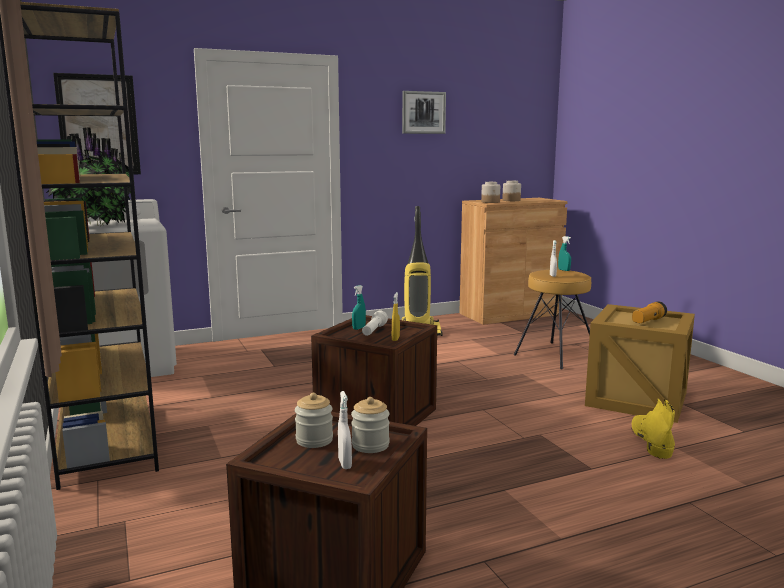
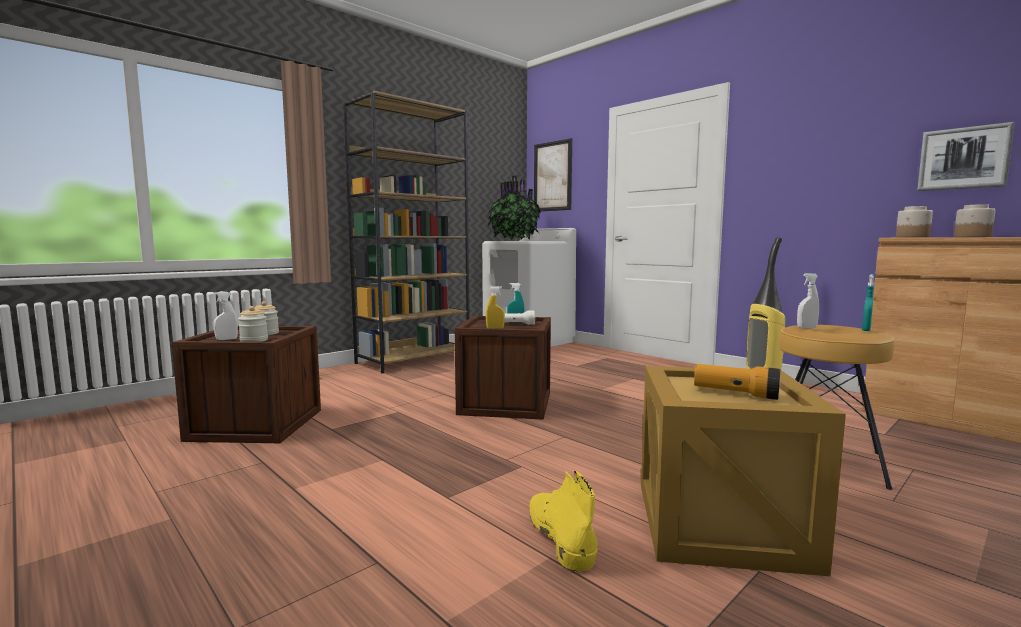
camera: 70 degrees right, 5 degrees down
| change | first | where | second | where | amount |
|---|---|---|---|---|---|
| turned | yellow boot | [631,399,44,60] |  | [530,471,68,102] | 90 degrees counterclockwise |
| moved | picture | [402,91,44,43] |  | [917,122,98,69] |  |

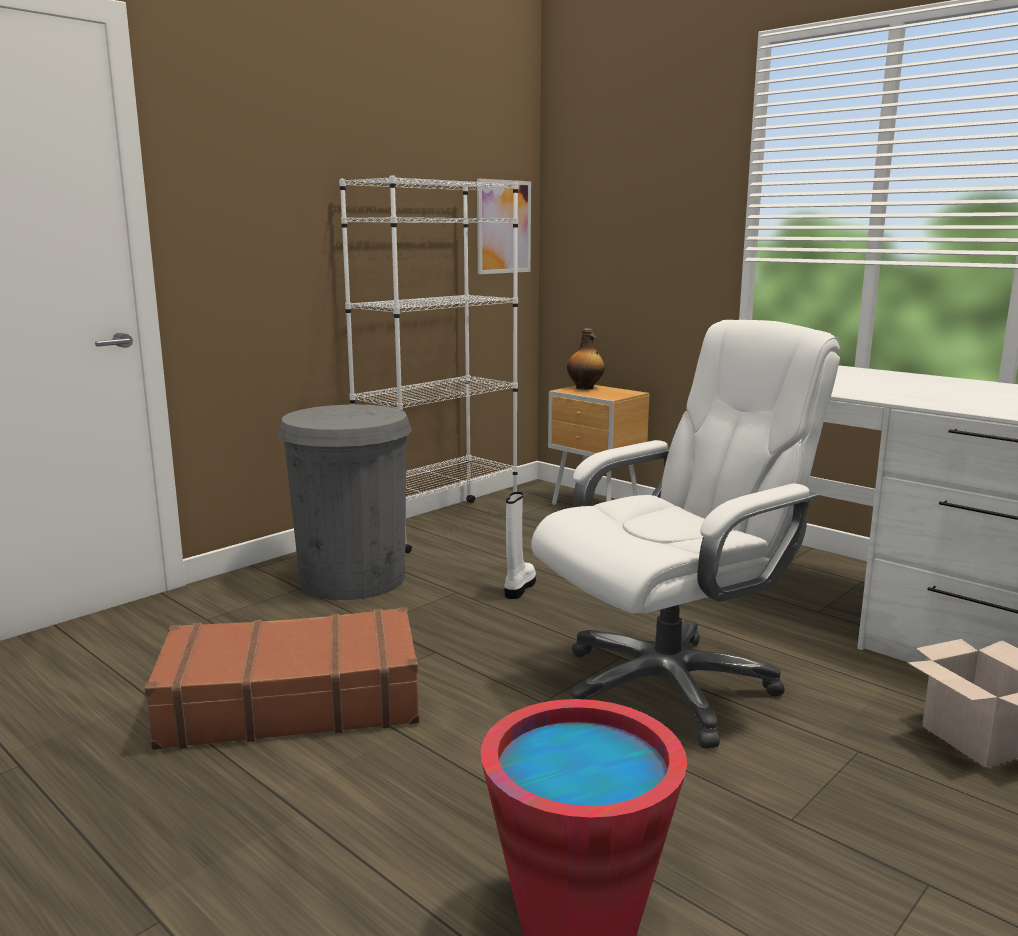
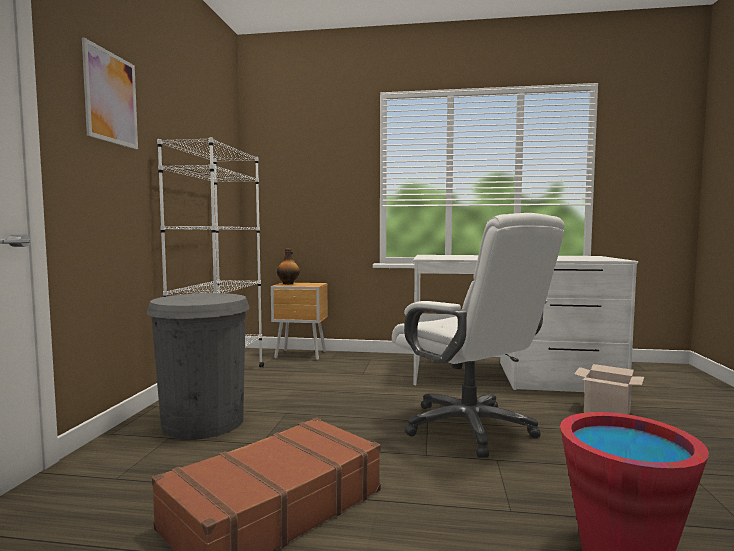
camera: 35 degrees left, 10 degrees down
| change | first | where | second | where | amount |
|---|---|---|---|---|---|
| moved | picture | [477,178,54,96] |  | [82,37,56,112] |  |
| turned | white office chair | [531,320,310,429] |  | [392,213,173,245] | 120 degrees clockwise |
| removed | white boot | [504,492,32,107] |  |  |  |

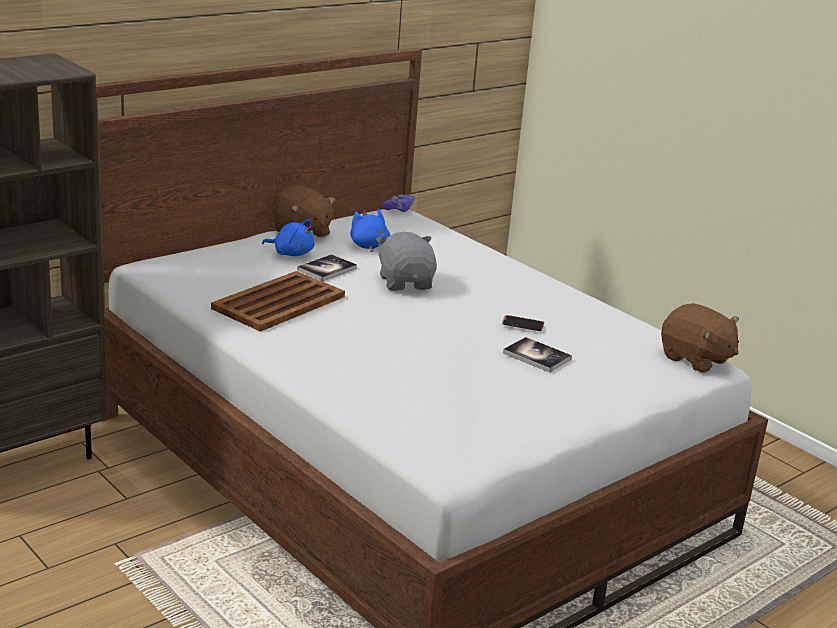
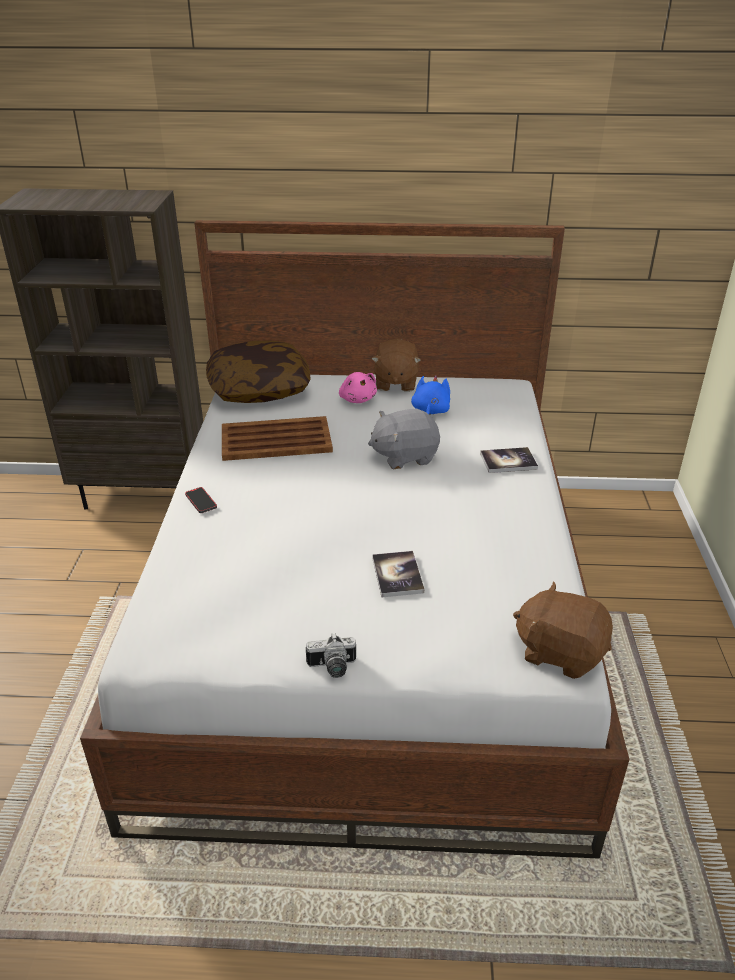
camera: 45 degrees right, 10 degrees up
| change | first | where | second | where | amount |
|---|---|---|---|---|---|
| moved | phone | [502,315,42,16] |  | [185,487,32,26] |  |
| added |  |  | pillow | [206,340,104,63] |  |
| added |  |  | photo camera | [306,633,50,45] |  |
| recoloured | blue plush toy | [262,220,52,36] | pink plush toy | [339,372,38,31] |  |
| turned | grey plush toy | [376,232,61,59] |  | [368,409,72,60] | 135 degrees counterclockwise |
| moved | book | [297,254,60,27] |  | [480,447,58,26] |  |
| turned | brown plush toy | [661,303,78,70] |  | [513,582,100,97] | 120 degrees clockwise |
| removed | purple game controller | [382,194,33,18] |  |  |  |

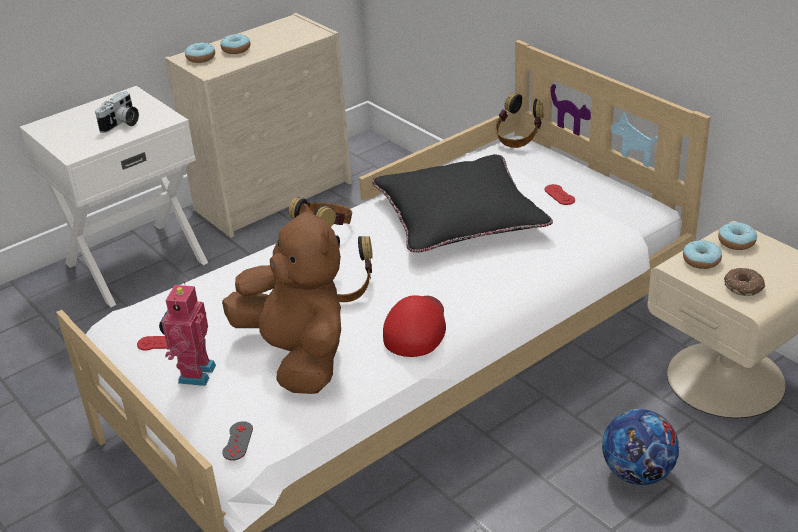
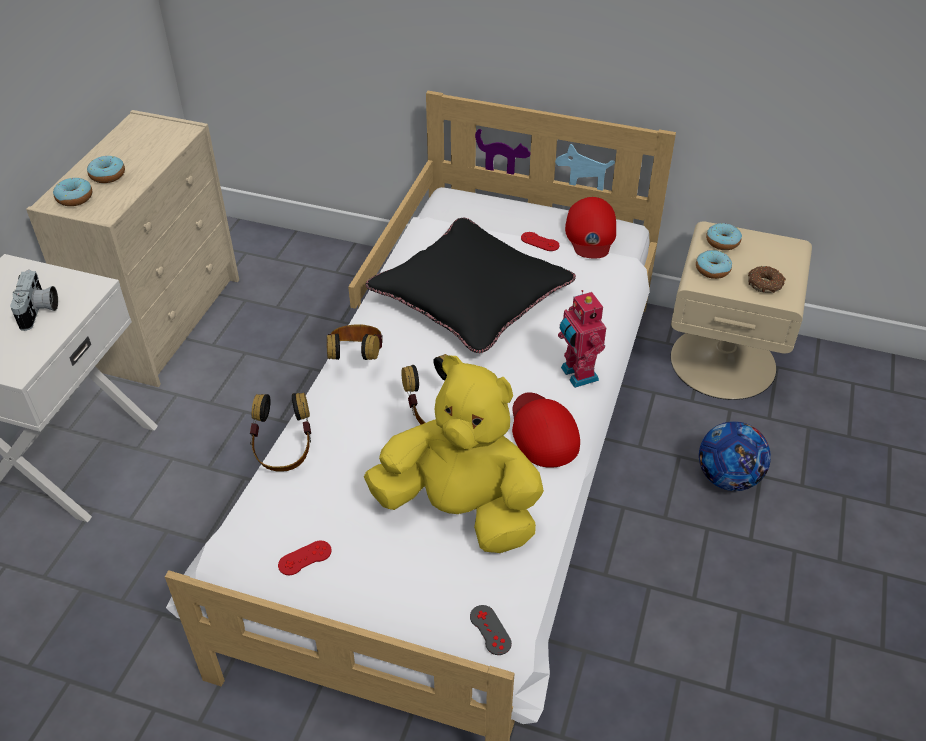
camera: 35 degrees left, 10 degrees up
| change | first | where | second | where | amount |
|---|---|---|---|---|---|
| moved | headphones | [496,93,48,55] |  | [250,393,61,79] |  |
| recoloured | brown plush toy | [222,203,119,191] | yellow plush toy | [364,356,180,197] |  |
| moved | toy robot | [159,281,57,105] |  | [558,290,48,98] |  |
| added |  |  | red cap | [565,197,51,61] |  |

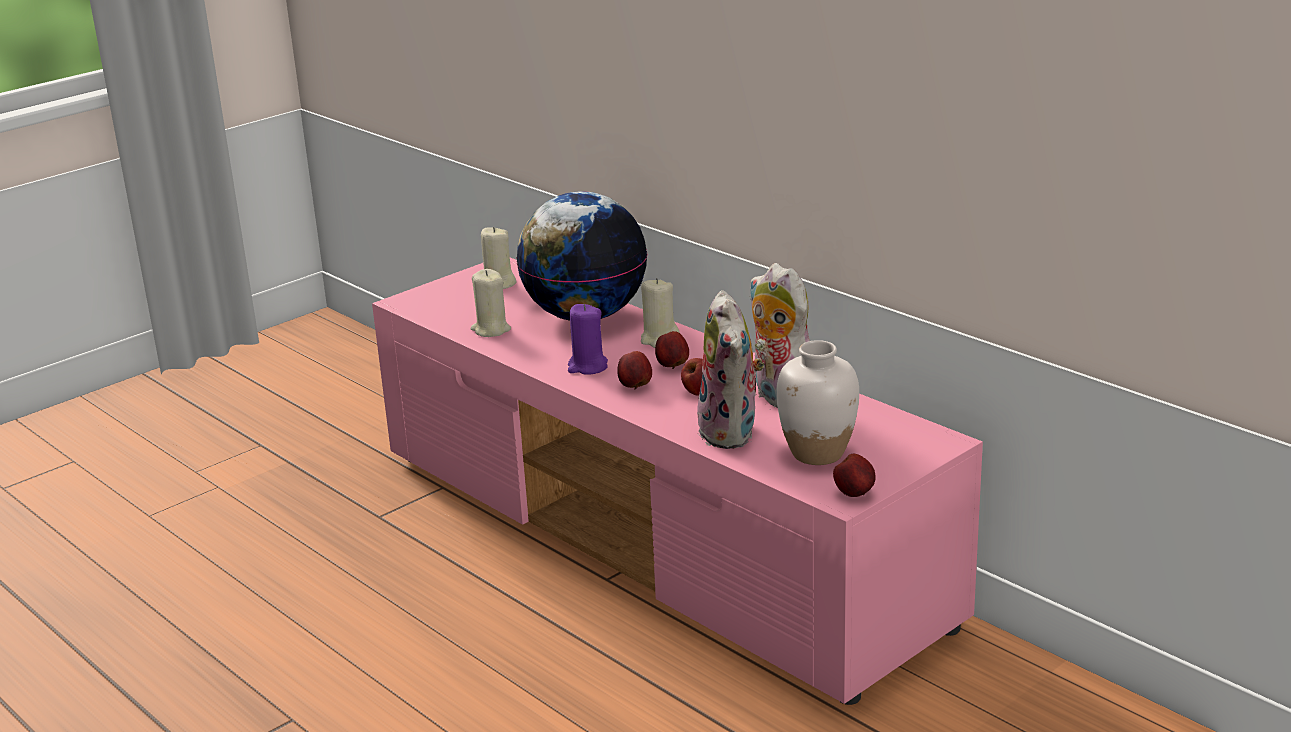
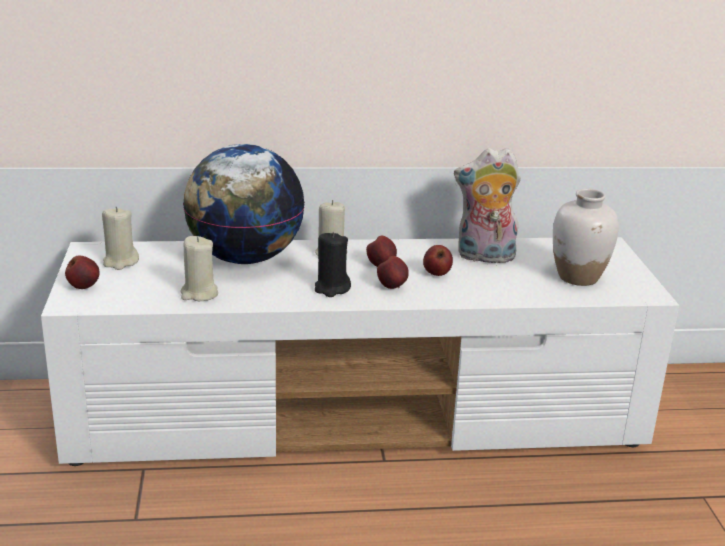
camera: 55 degrees left, 0 degrees up
| change | first | where | second | where | amount |
|---|---|---|---|---|---|
| recoloured | pink tv stand | [372,258,611,447] | white tv stand | [41,237,638,229] |  |
| moved | apple | [833,454,43,43] |  | [65,255,34,34] |  |
| recoloured | purple candle | [568,304,40,71] | black candle | [315,232,36,65] |  |
| removed | plush toy | [697,290,67,159] |  |  |  |

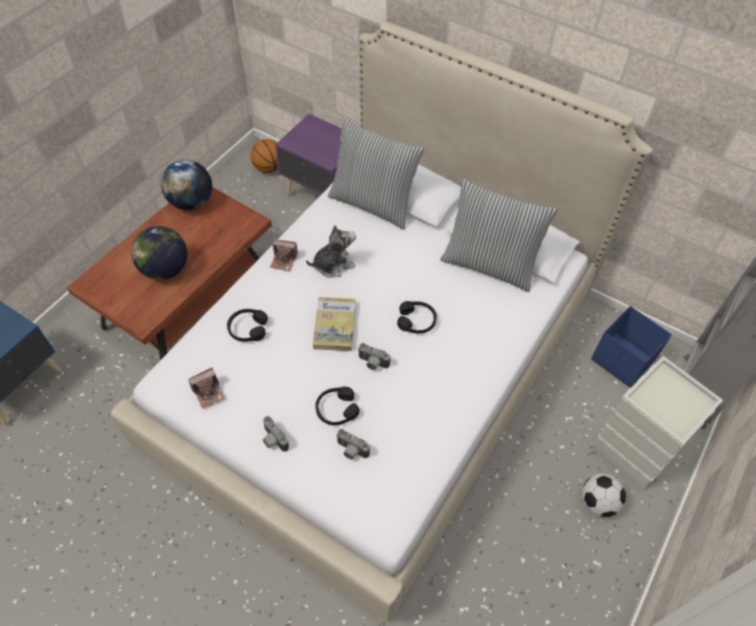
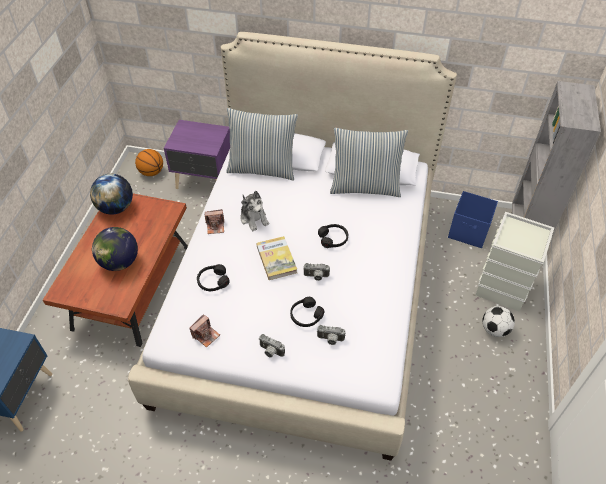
camera: 20 degrees left, 5 degrees down
| change | first | where | second | where | amount |
|---|---|---|---|---|---|
| turned | plush toy | [306,225,50,53] |  | [240,191,29,41] | 105 degrees clockwise |

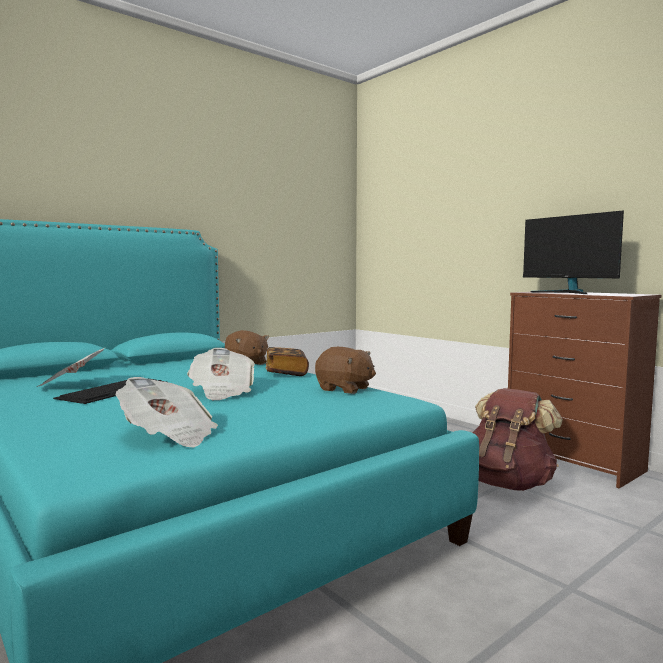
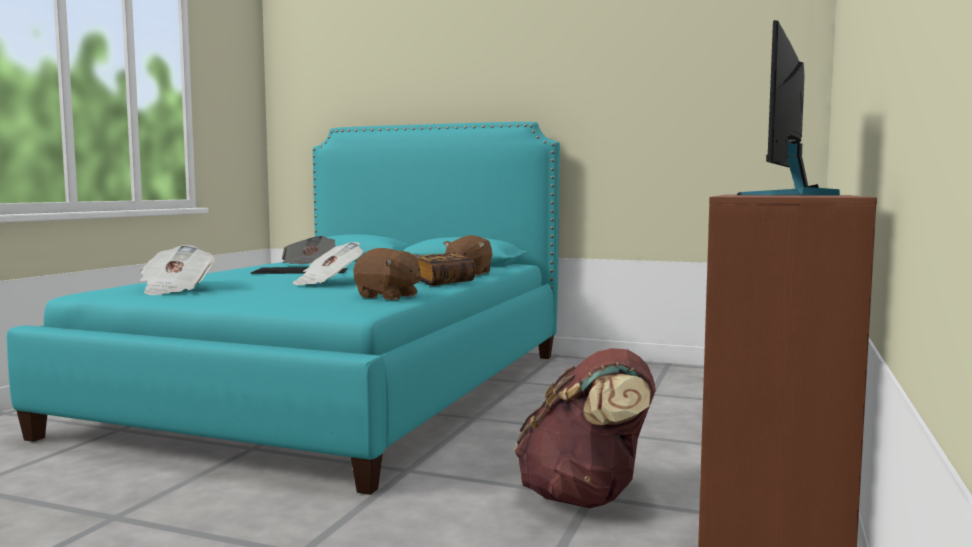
camera: 60 degrees right, 0 degrees up
| change | first | where | second | where | amount |
|---|---|---|---|---|---|
| turned | brown plush toy | [315,347,61,47] |  | [353,248,68,52] | 60 degrees counterclockwise |

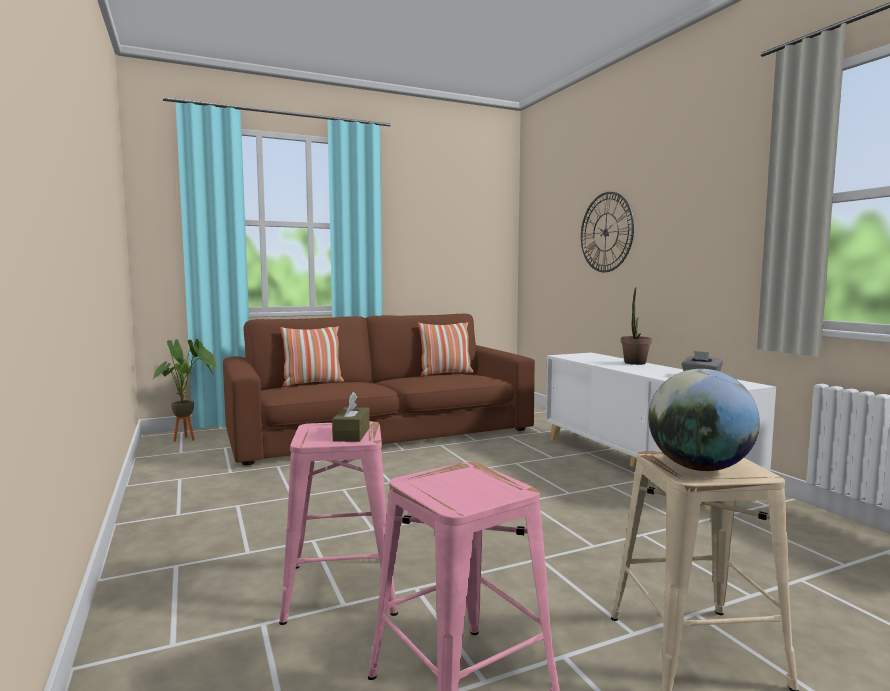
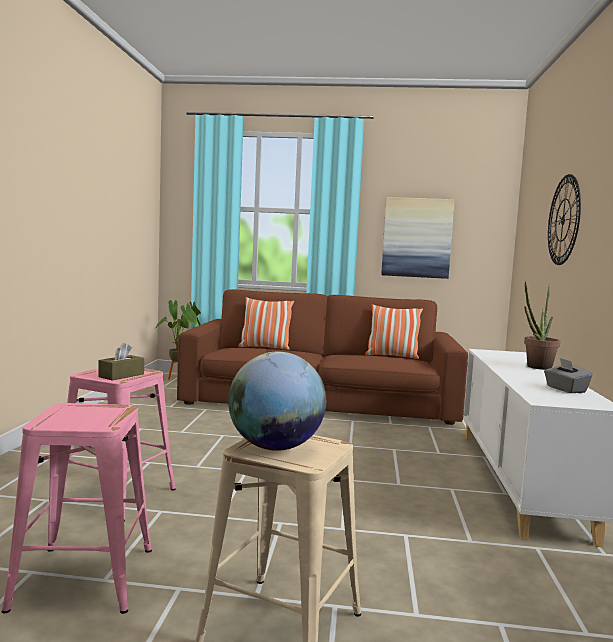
camera: 30 degrees right, 0 degrees up
| change | first | where | second | where | amount |
|---|---|---|---|---|---|
| added |  |  | picture | [381,197,73,82] |  |

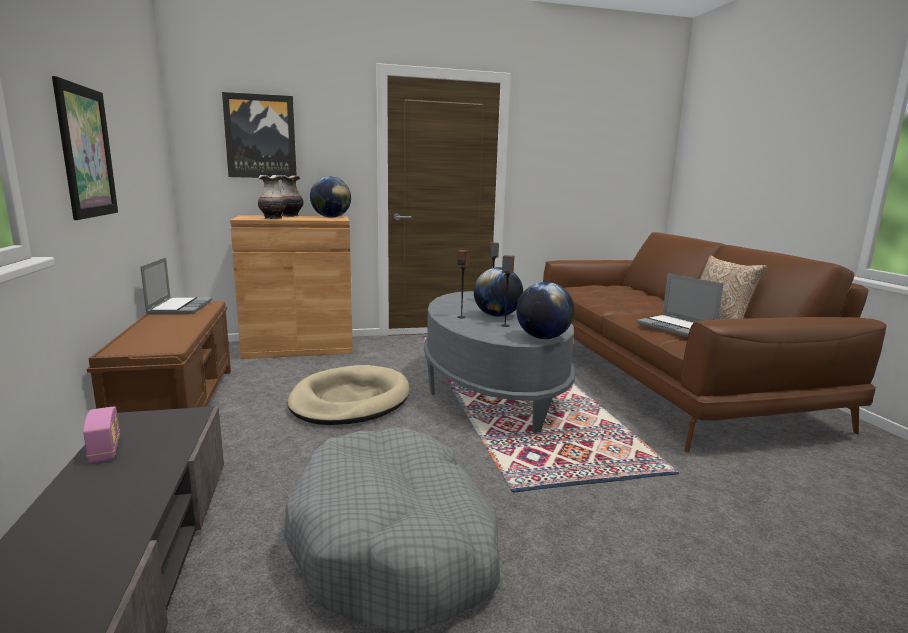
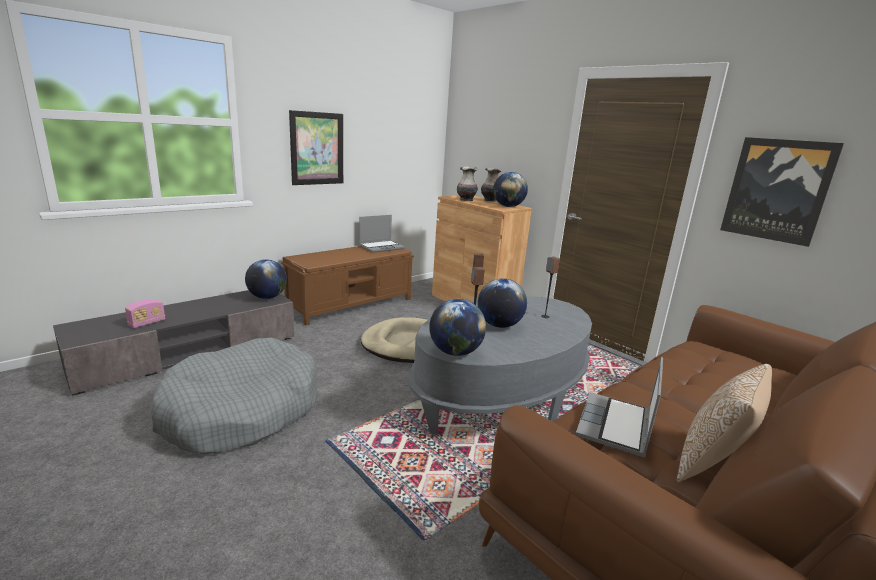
camera: 60 degrees right, 5 degrees up
| change | first | where | second | where | amount |
|---|---|---|---|---|---|
| moved | radio | [83,406,37,57] |  | [125,299,40,29] |  |
| added |  |  | globe | [245,259,42,40] |  |
| moved | picture | [222,92,75,86] |  | [720,137,124,110] |  |

